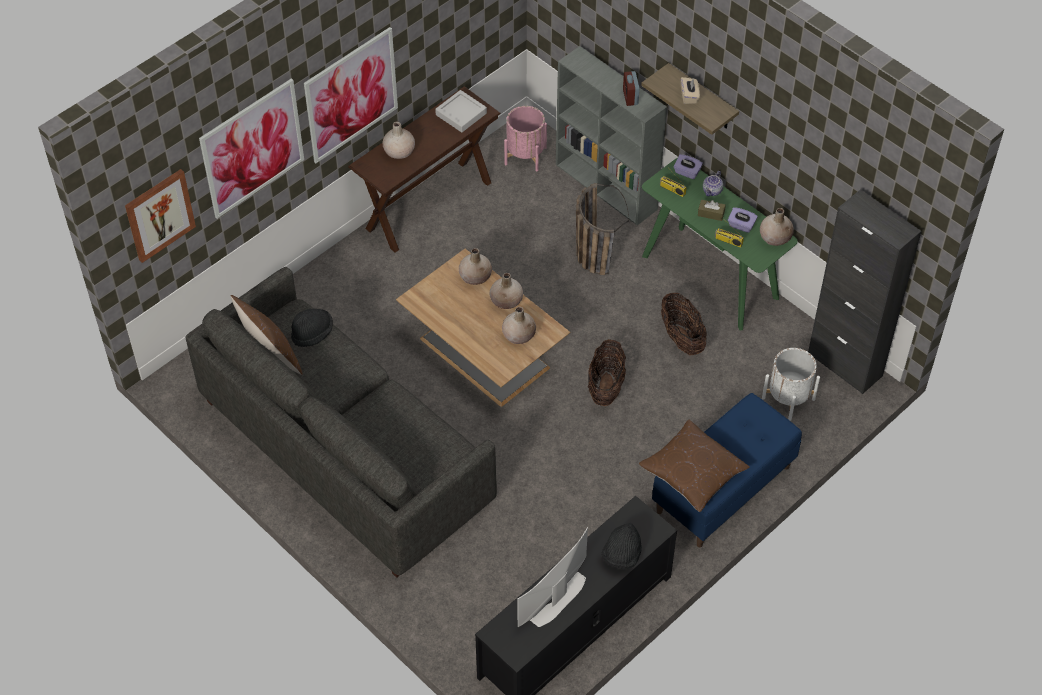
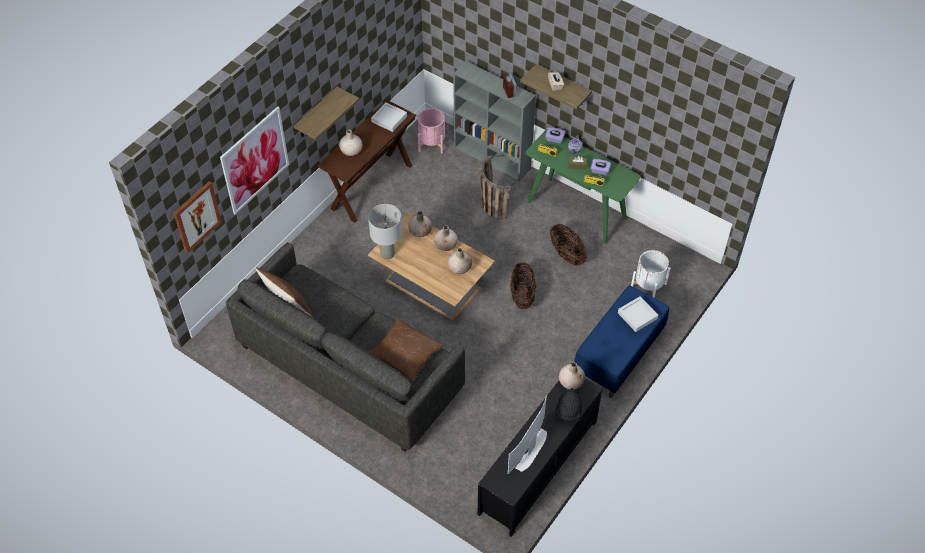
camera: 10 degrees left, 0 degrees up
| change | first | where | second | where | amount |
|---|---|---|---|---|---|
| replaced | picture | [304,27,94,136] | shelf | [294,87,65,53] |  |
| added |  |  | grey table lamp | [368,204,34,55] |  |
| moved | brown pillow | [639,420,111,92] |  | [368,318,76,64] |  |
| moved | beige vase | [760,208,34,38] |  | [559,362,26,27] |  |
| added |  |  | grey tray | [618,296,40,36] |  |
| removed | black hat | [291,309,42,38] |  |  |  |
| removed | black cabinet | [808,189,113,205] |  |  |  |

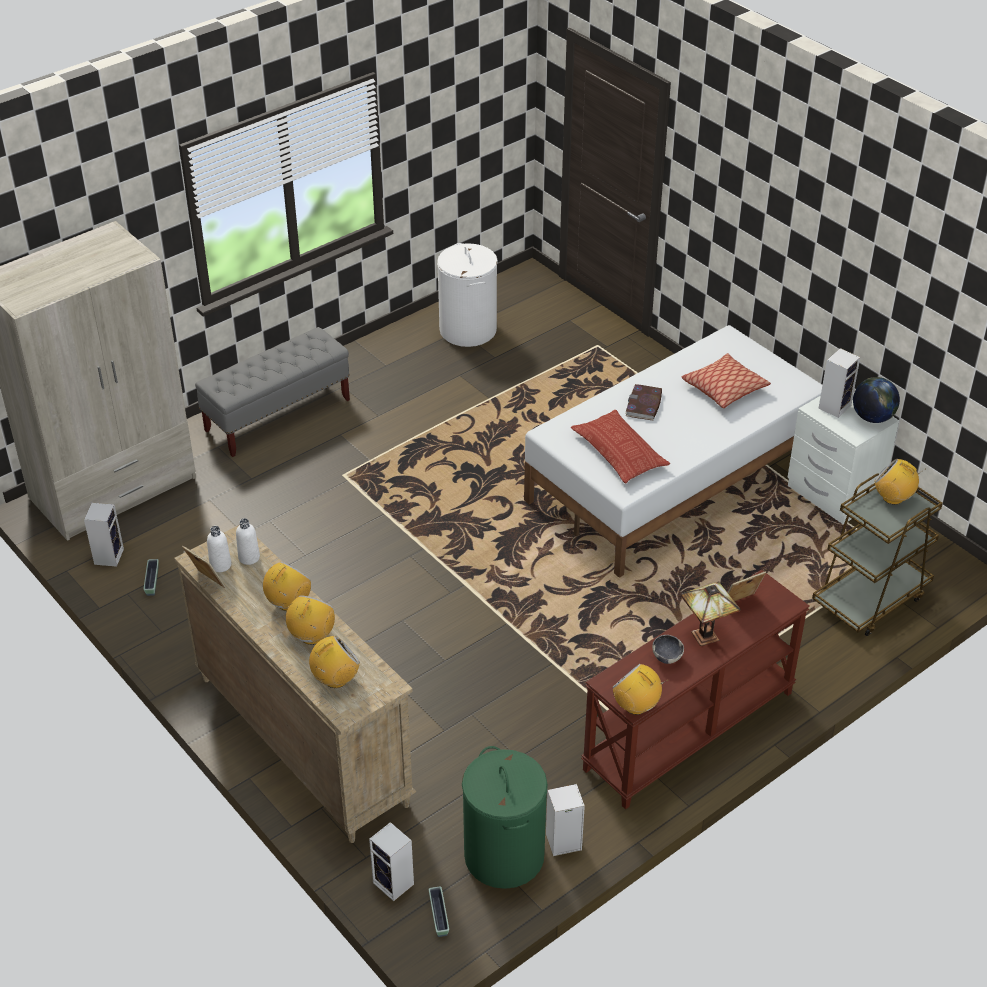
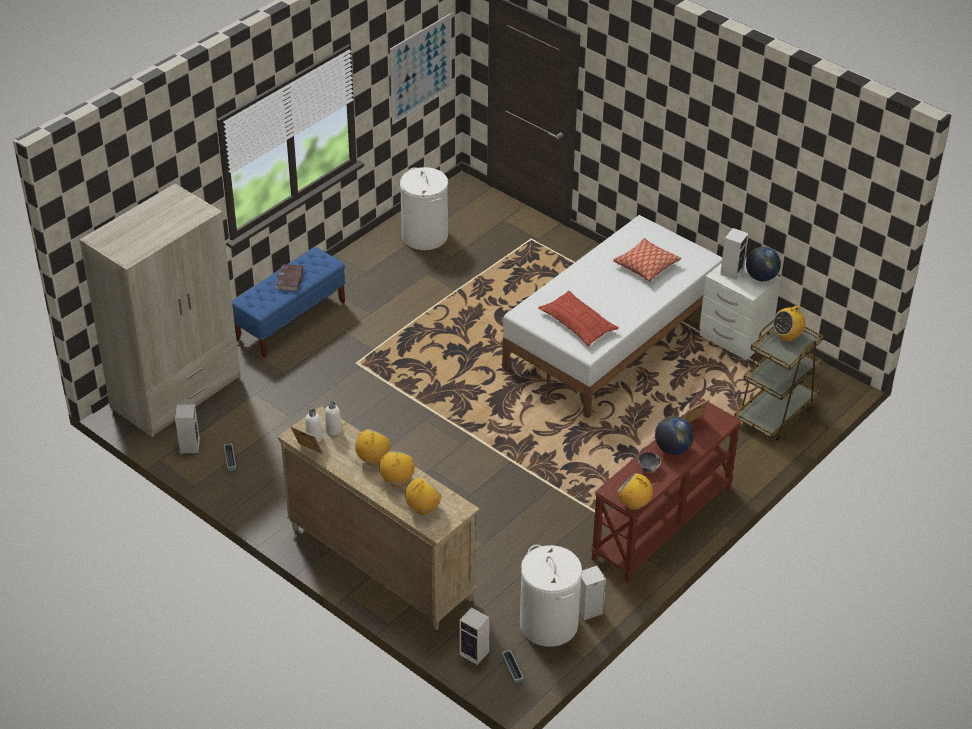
camera: 10 degrees left, 0 degrees up
| change | first | where | second | where | amount |
|---|---|---|---|---|---|
| recoloured | grey bench | [195,327,155,130] | blue bench | [232,247,113,111] |  |
| moved | book | [625,384,37,36] |  | [276,264,27,27] |  |
| added |  |  | picture | [390,13,62,111] |  |
| recoloured | green laundry basket | [462,746,86,143] | white laundry basket | [520,545,62,102] |  |
| replaced | table lamp | [681,581,60,65] | globe | [655,416,39,39] |  |
| turned | radio | [874,459,52,46] |  | [773,306,32,35] | 60 degrees counterclockwise |

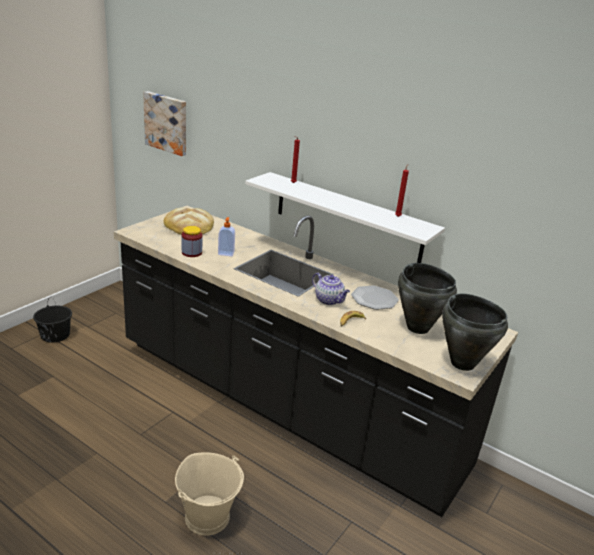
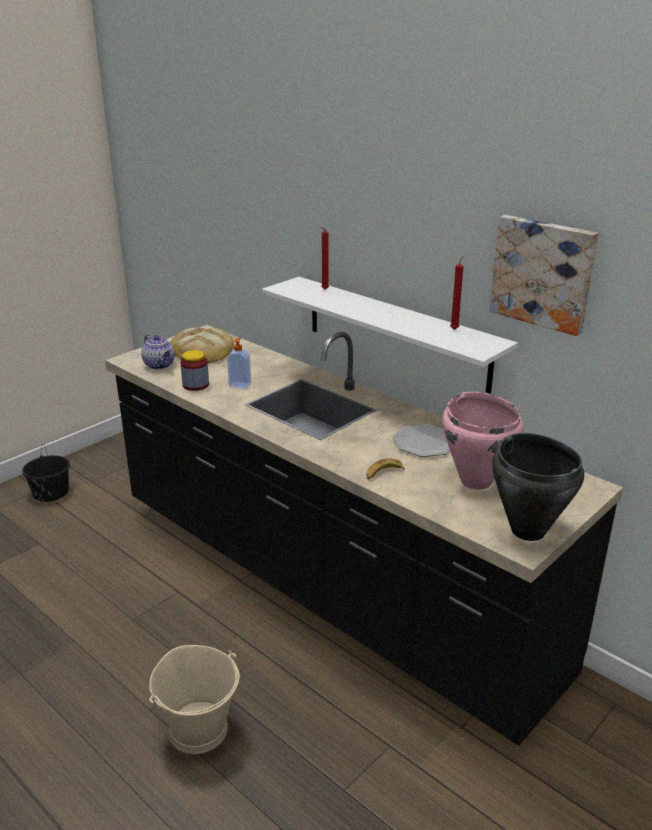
camera: 10 degrees right, 0 degrees up
| change | first | where | second | where | amount |
|---|---|---|---|---|---|
| moved | teapot | [312,273,38,32] |  | [141,335,34,34] |  |
| recoloured | black cooking pot | [398,263,59,71] | pink cooking pot | [442,392,81,98] |  |
| moved | picture | [143,91,43,65] |  | [489,215,109,121] |  |

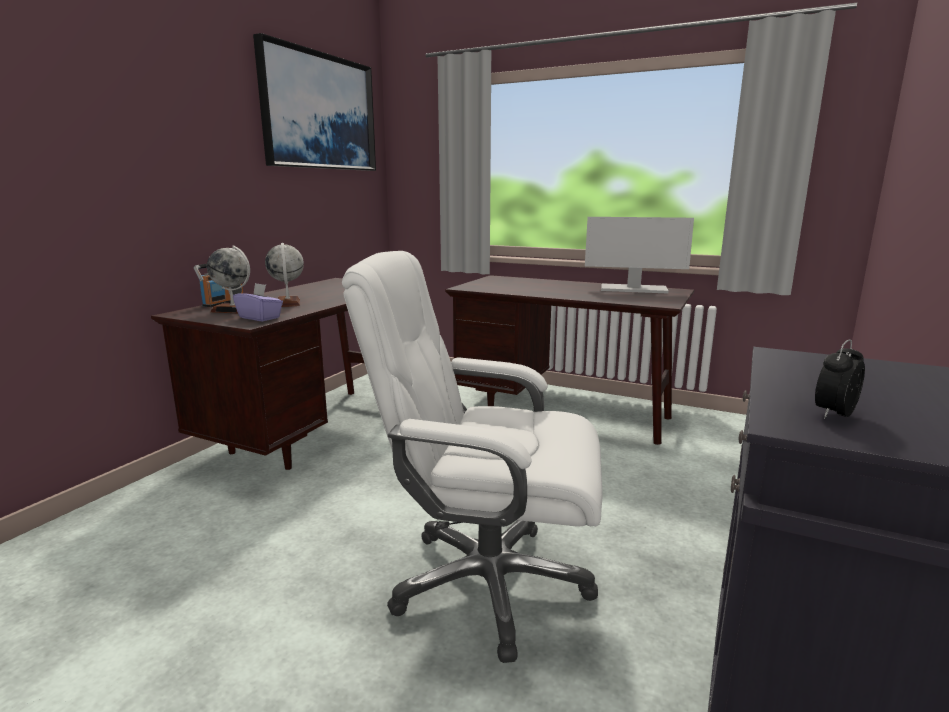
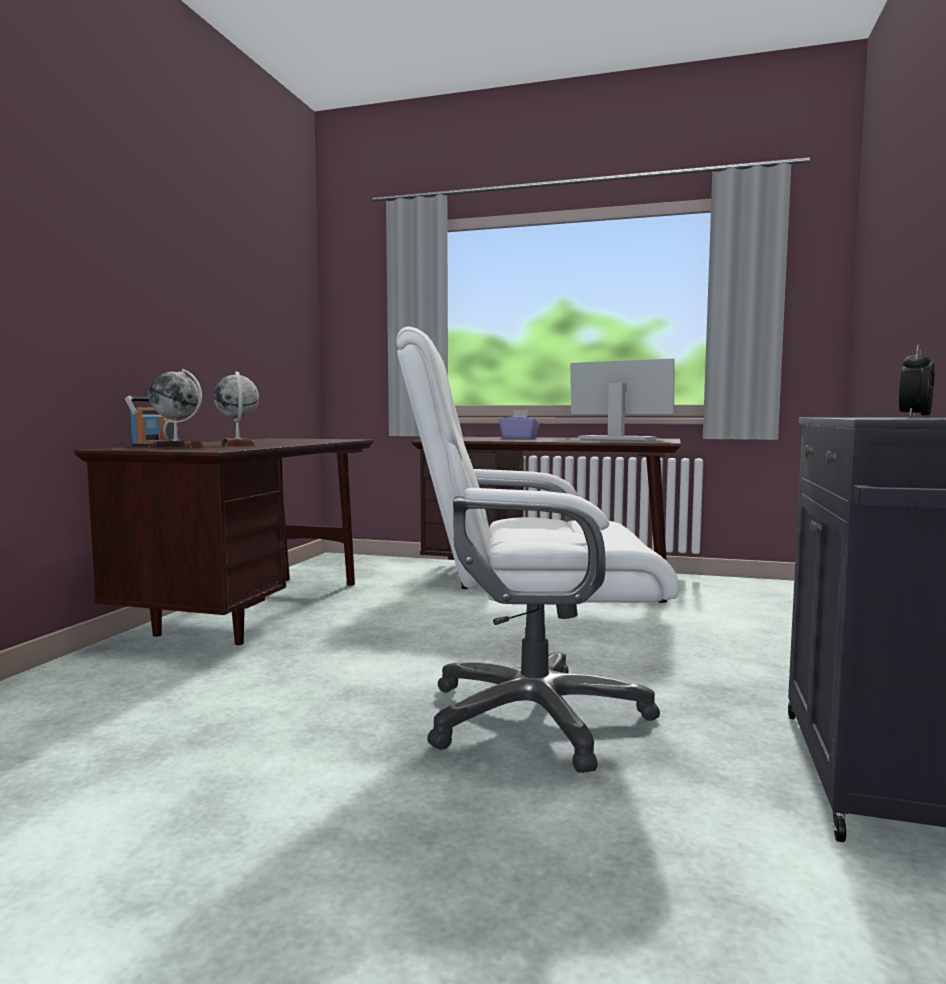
camera: 10 degrees left, 10 degrees down
| change | first | where | second | where | amount |
|---|---|---|---|---|---|
| moved | purple tissue box | [233,283,50,38] |  | [499,410,41,29] |  |
| turned | monitor | [585,217,109,76] |  | [570,358,105,82] | 150 degrees counterclockwise |
| removed | picture | [253,33,123,138] |  |  |  |

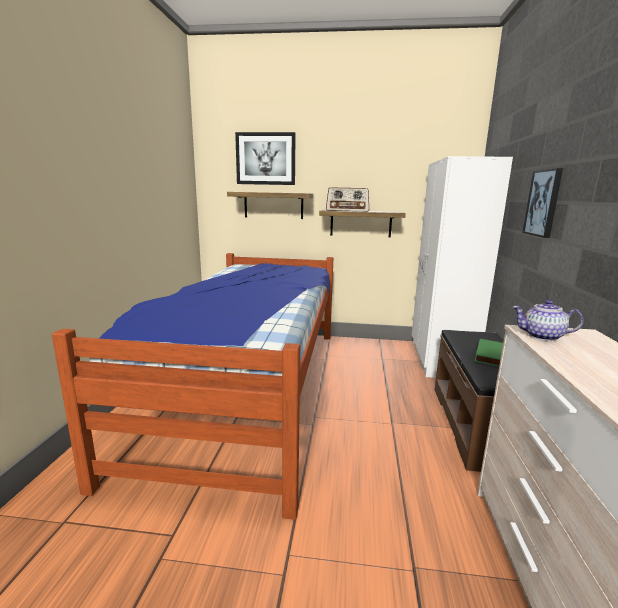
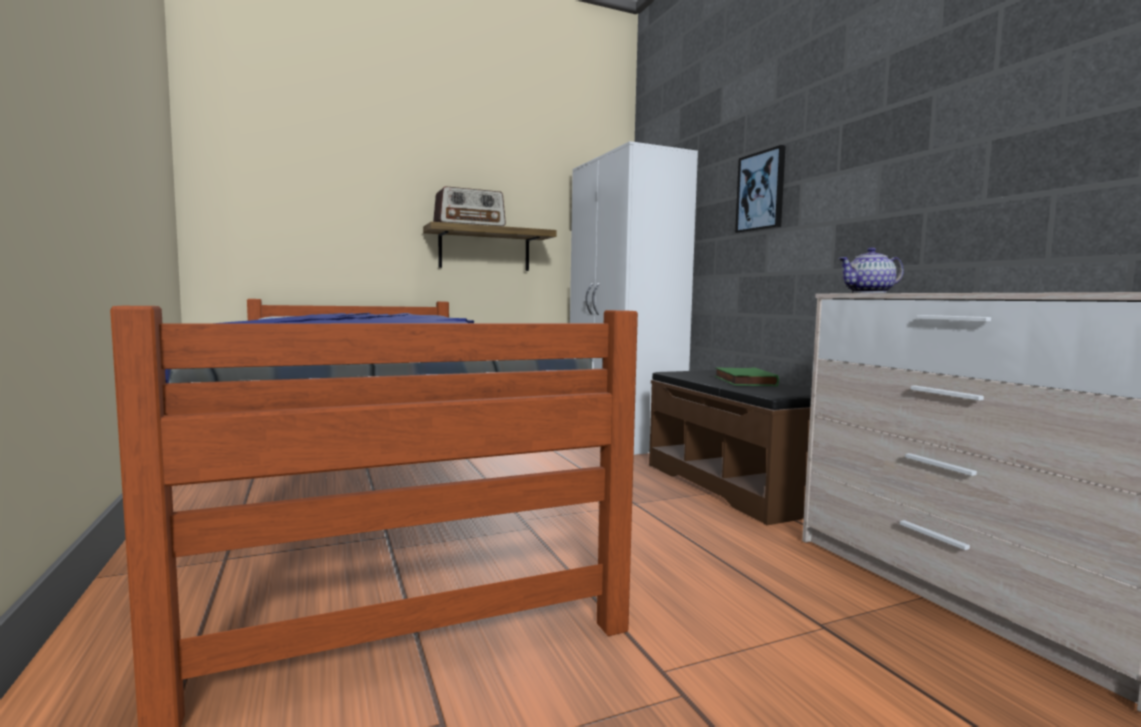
camera: 30 degrees left, 10 degrees down
| change | first | where | second | where | amount |
|---|---|---|---|---|---|
| removed | shelf | [227,192,86,27] |  |  |  |
| removed | picture | [235,132,61,53] |  |  |  |

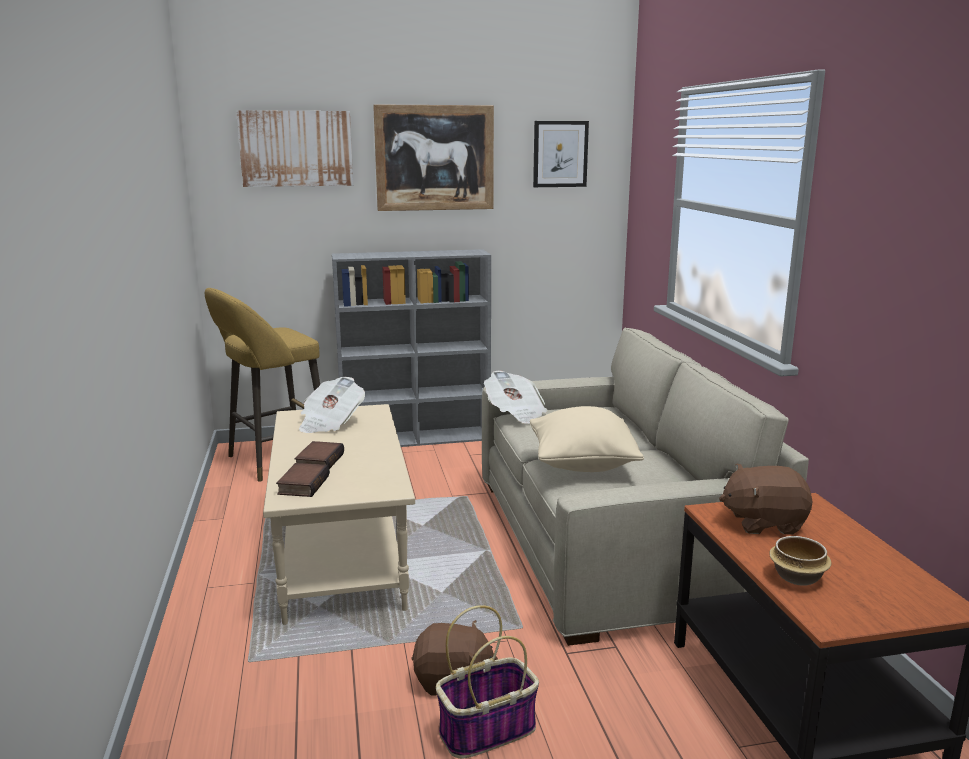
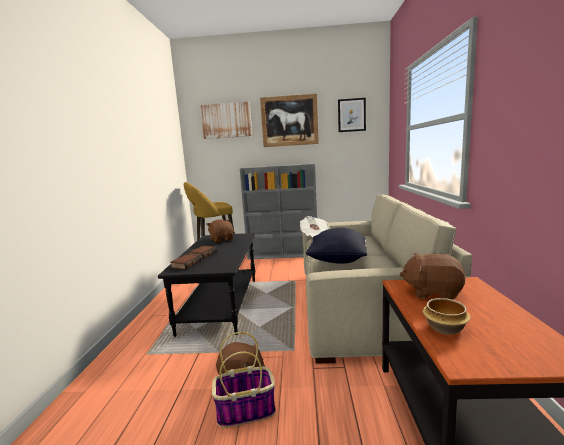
camera: 15 degrees right, 5 degrees down
| change | first | where | second | where | amount |
|---|---|---|---|---|---|
| recoloured | beige coffee table | [263,404,152,221] | black coffee table | [158,233,98,104] |  |
| replaced | newspaper | [299,377,66,56] | brown plush toy | [206,219,28,24] |  |
| recoloured | beige pillow | [530,406,114,66] | black pillow | [306,228,61,36] |  |

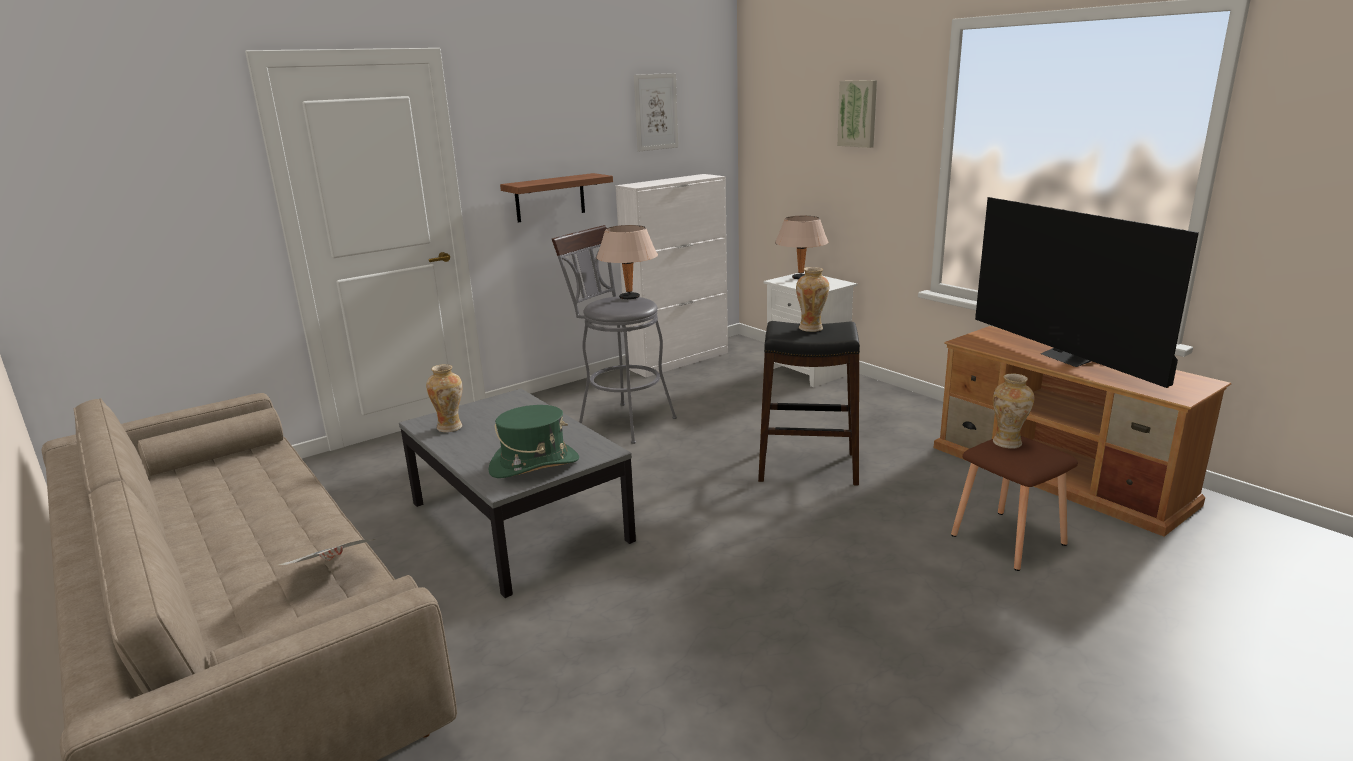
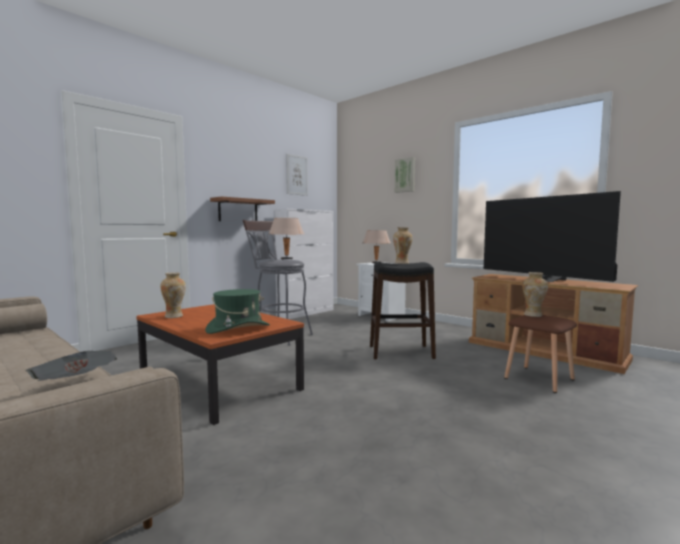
camera: 10 degrees left, 15 degrees down
| change | first | where | second | where | amount |
|---|---|---|---|---|---|
| recoloured | grey coffee table | [399,389,237,209] | brown coffee table | [136,304,168,121] |  |

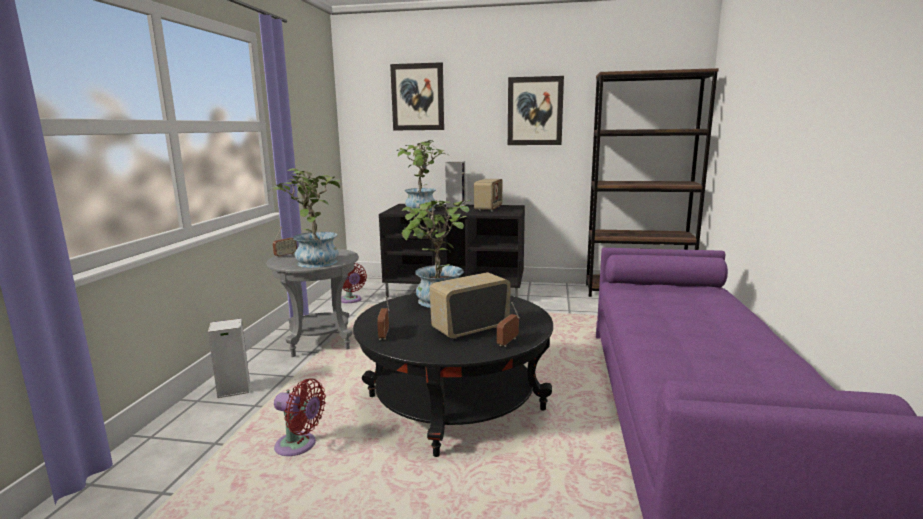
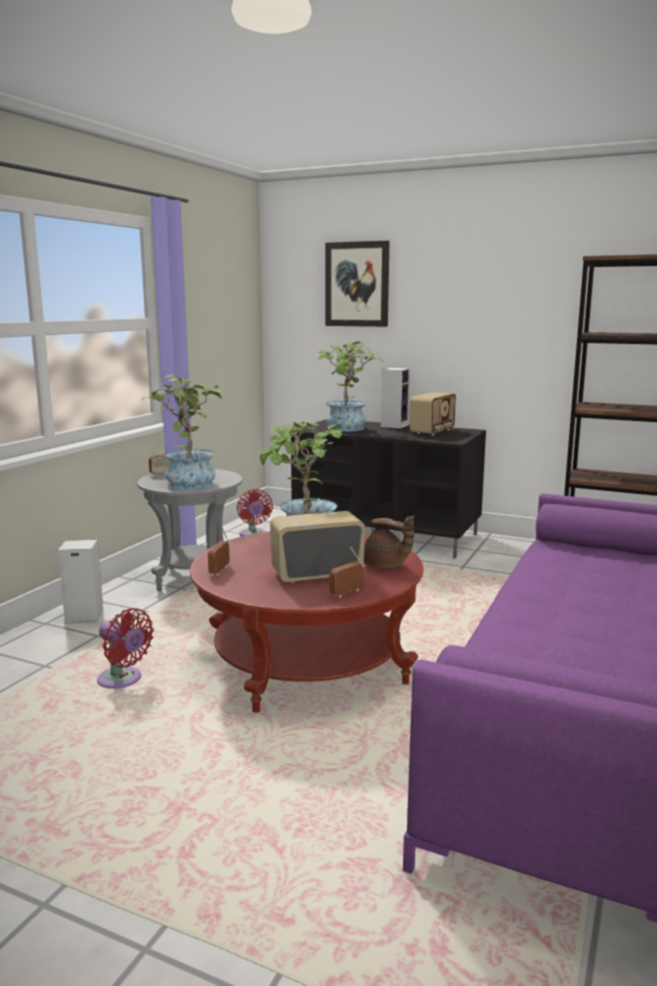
camera: 15 degrees right, 0 degrees up
| change | first | where | second | where | amount |
|---|---|---|---|---|---|
| recoloured | black coffee table | [353,293,200,164] | red coffee table | [190,531,234,182] |  |
| added |  |  | brown teapot | [364,515,50,54] |  |
| removed | picture | [508,76,56,69] |  |  |  |

